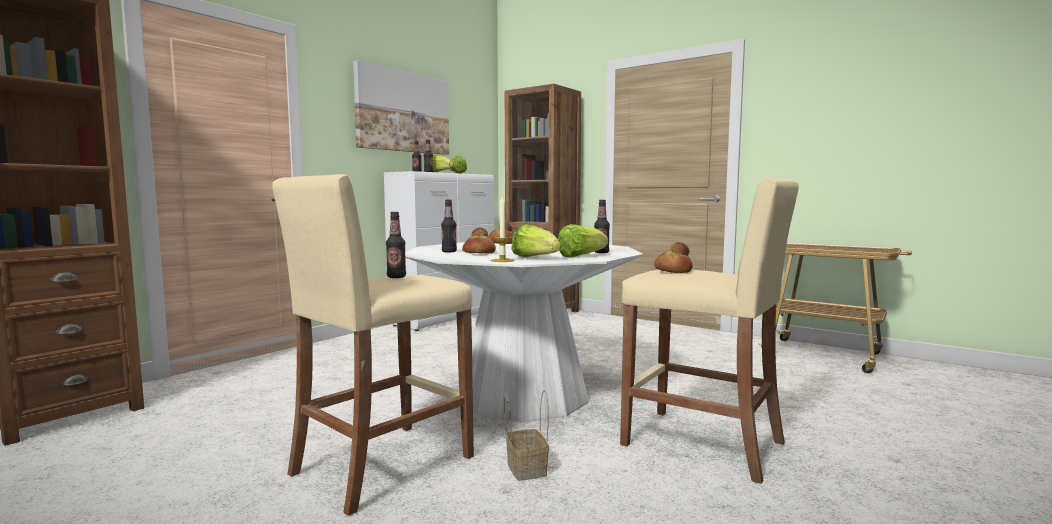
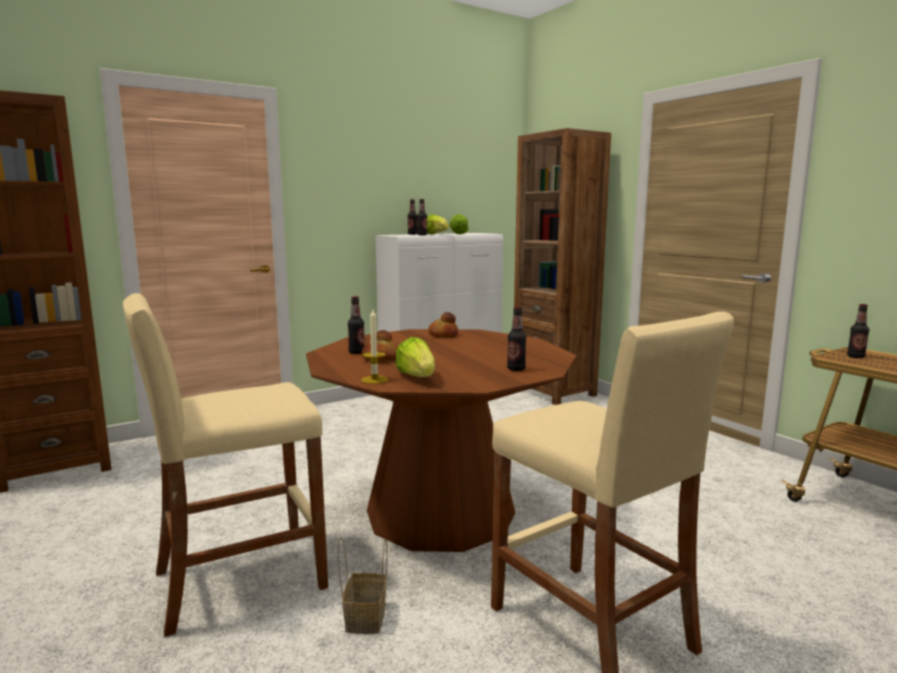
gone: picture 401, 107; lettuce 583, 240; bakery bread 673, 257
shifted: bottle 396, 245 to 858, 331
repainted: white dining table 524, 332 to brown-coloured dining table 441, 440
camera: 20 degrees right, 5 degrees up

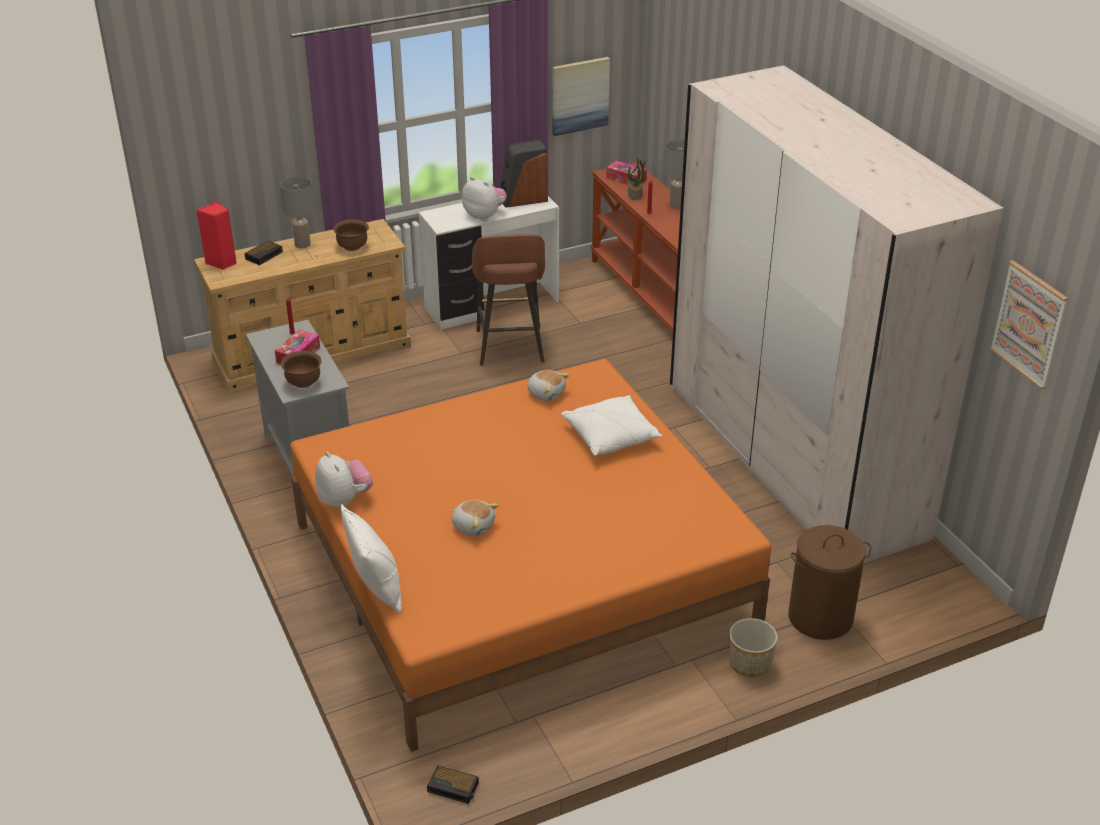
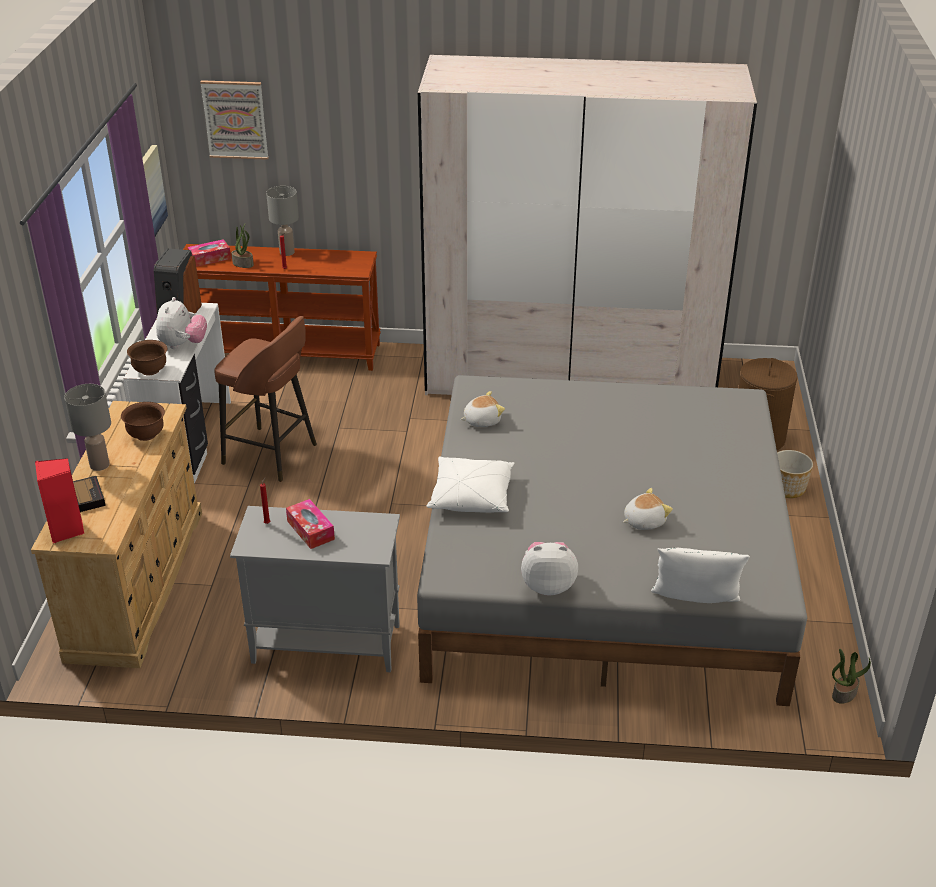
shifted: brown-coloured bowl 301, 369 to 147, 357; white cushion 612, 425 to 470, 484; picture 1028, 324 to 234, 120
swapped: table clock 453, 784 to houseplant 851, 676
repainted: orange-coloured bedroom bed 531, 555 to grey bedroom bed 612, 540
rotated: cuddly toy 484, 199 = 181, 323 120 degrees clockwise
camera: 60 degrees left, 0 degrees up

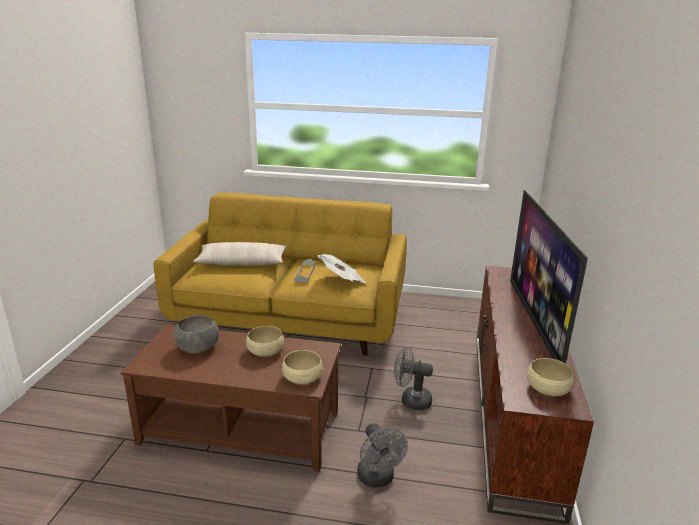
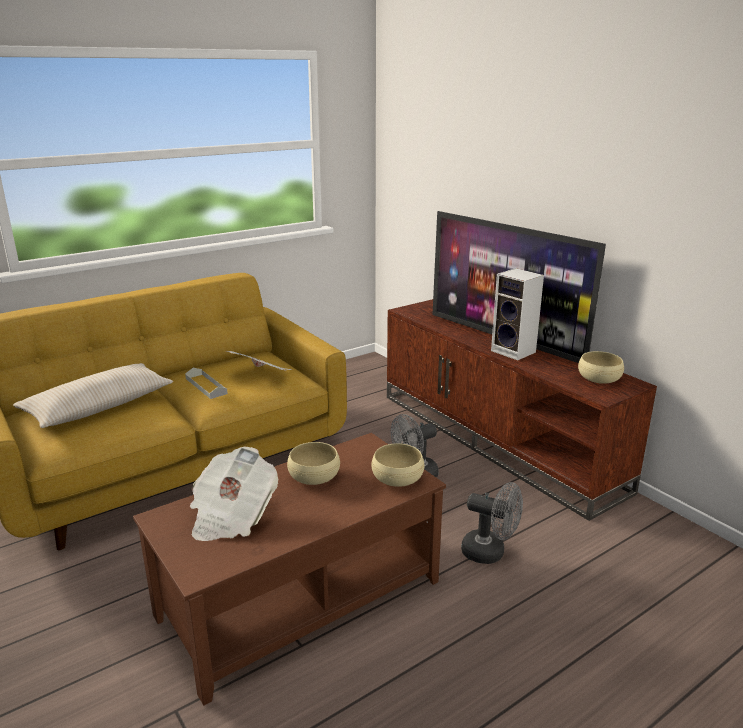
new: loudspeaker 517, 314
swapped: grey bowl 196, 334 to daily paper 234, 494
camera: 45 degrees left, 0 degrees up

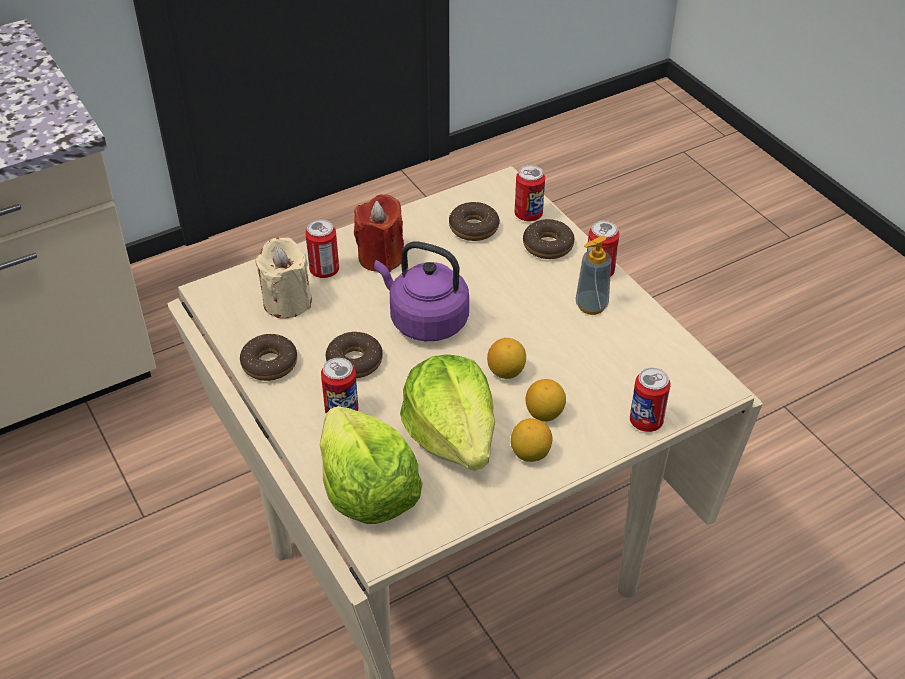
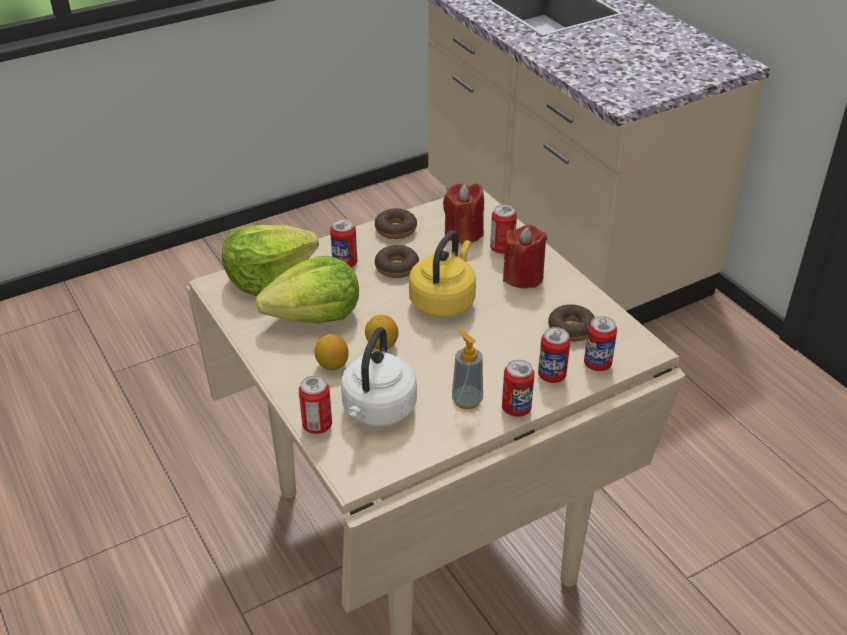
gone: lemon 531, 440
new: white water kettle 379, 377
swapped: donut 548, 239 to sealed can 554, 355
repainted: beige candle 283, 277 to red candle 463, 213; purplish water kettle 421, 291 to yellow-coloured water kettle 442, 274
camera: 90 degrees right, 5 degrees down

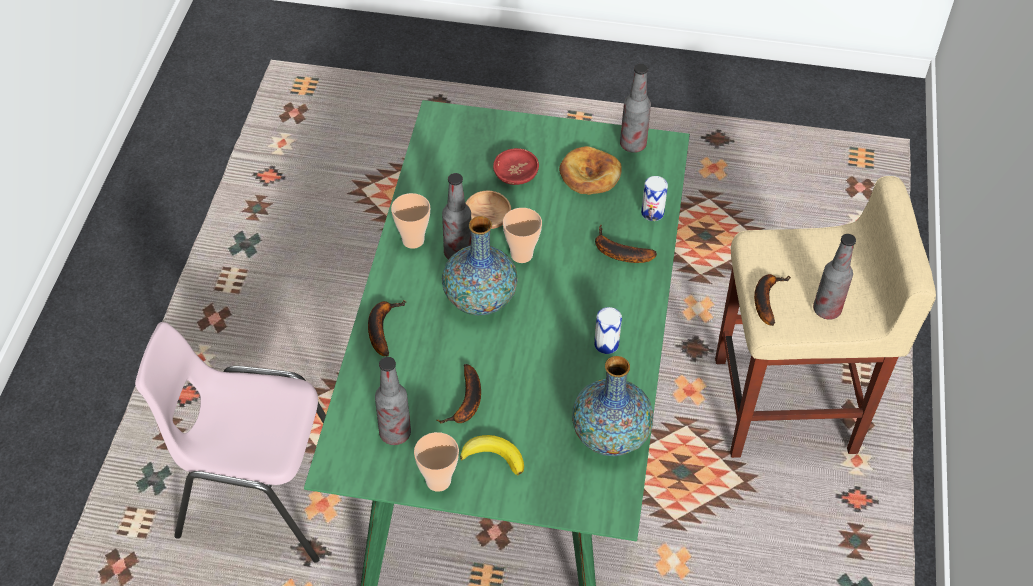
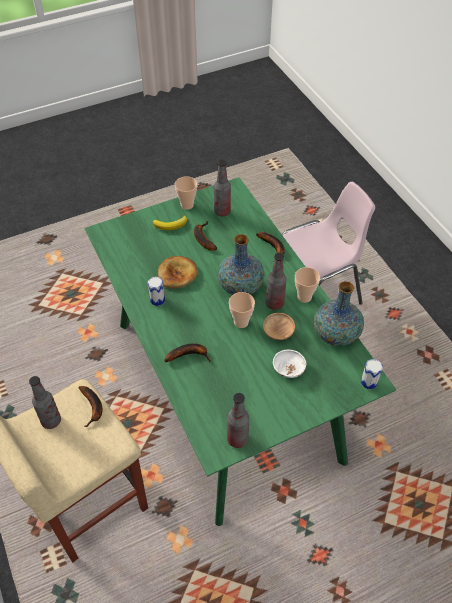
shifted: bakery bread 590, 170 to 177, 272; decorative vase 612, 406 to 339, 313; sealed can 654, 198 to 372, 374
repainted: red bowl 516, 166 to white bowl 289, 364
camera: 145 degrees right, 0 degrees up

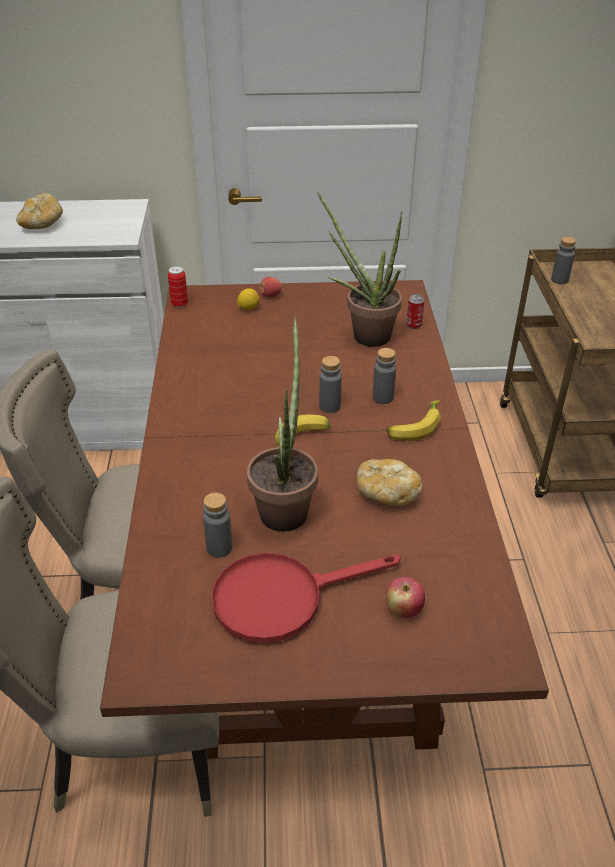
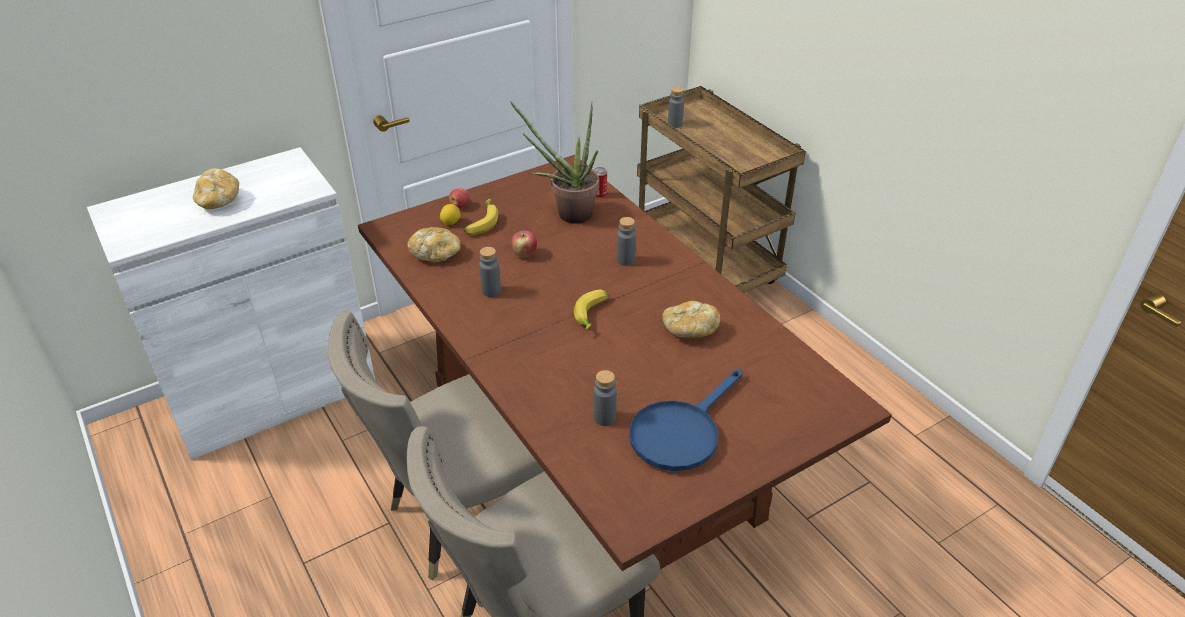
gone: sealed can 178, 287; houseplant 282, 424
new: bakery bread 434, 244
shifted: grey bottle 330, 384 to 490, 272; whole apple 405, 597 to 524, 244; whole banana 414, 420 to 480, 217
repainted: red frying pan 306, 598 to blue-coloured frying pan 686, 420
camera: 30 degrees left, 0 degrees up

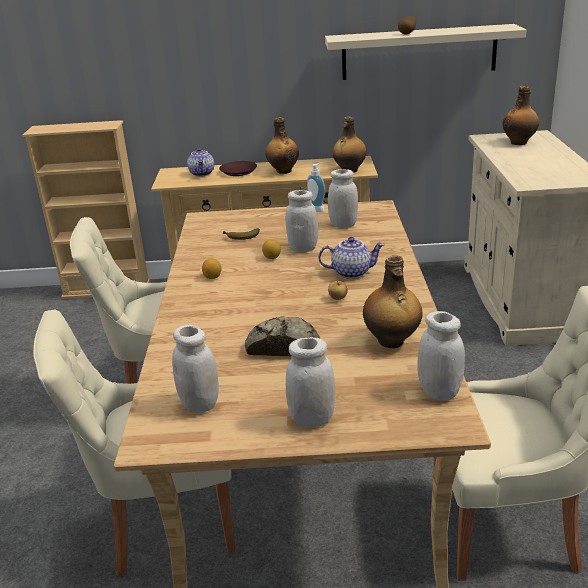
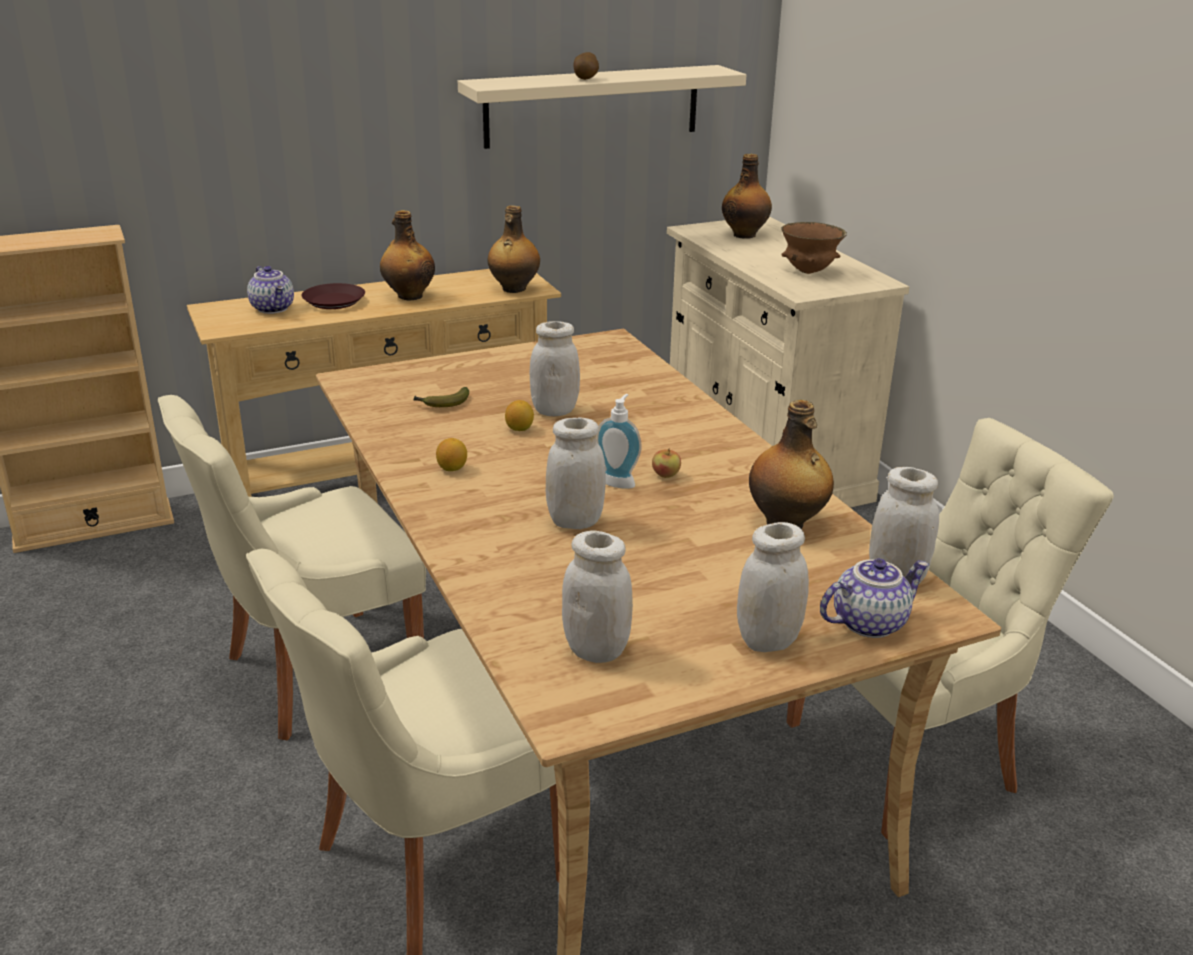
gone: bakery bread 282, 336
new: brown-coloured bowl 814, 248
shifted: soap dispenser 316, 187 to 619, 441; teapot 351, 258 to 874, 598; white storage jar 343, 198 to 576, 473
camera: 25 degrees left, 0 degrees up

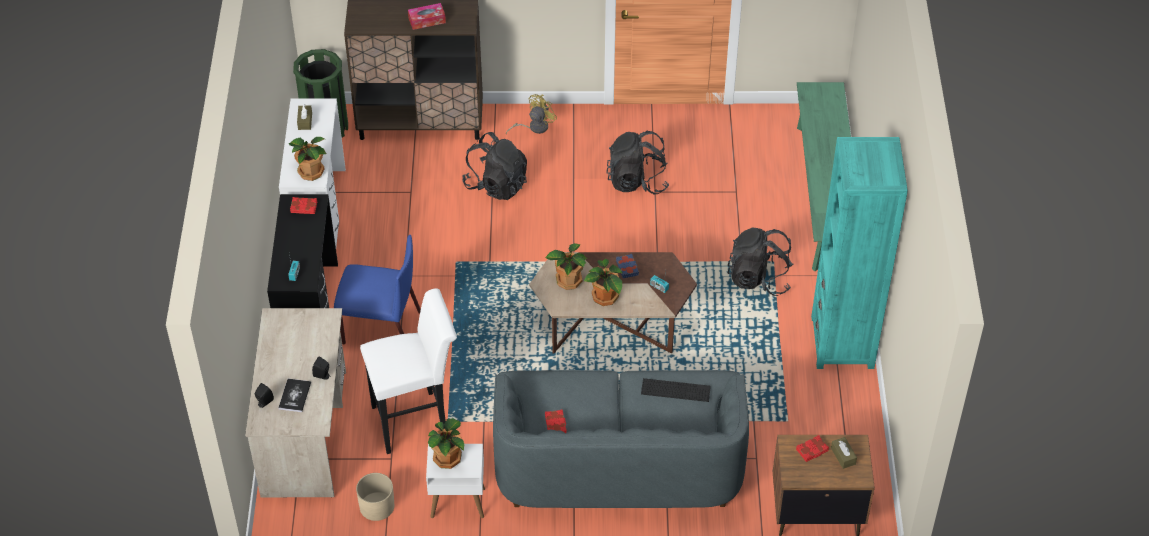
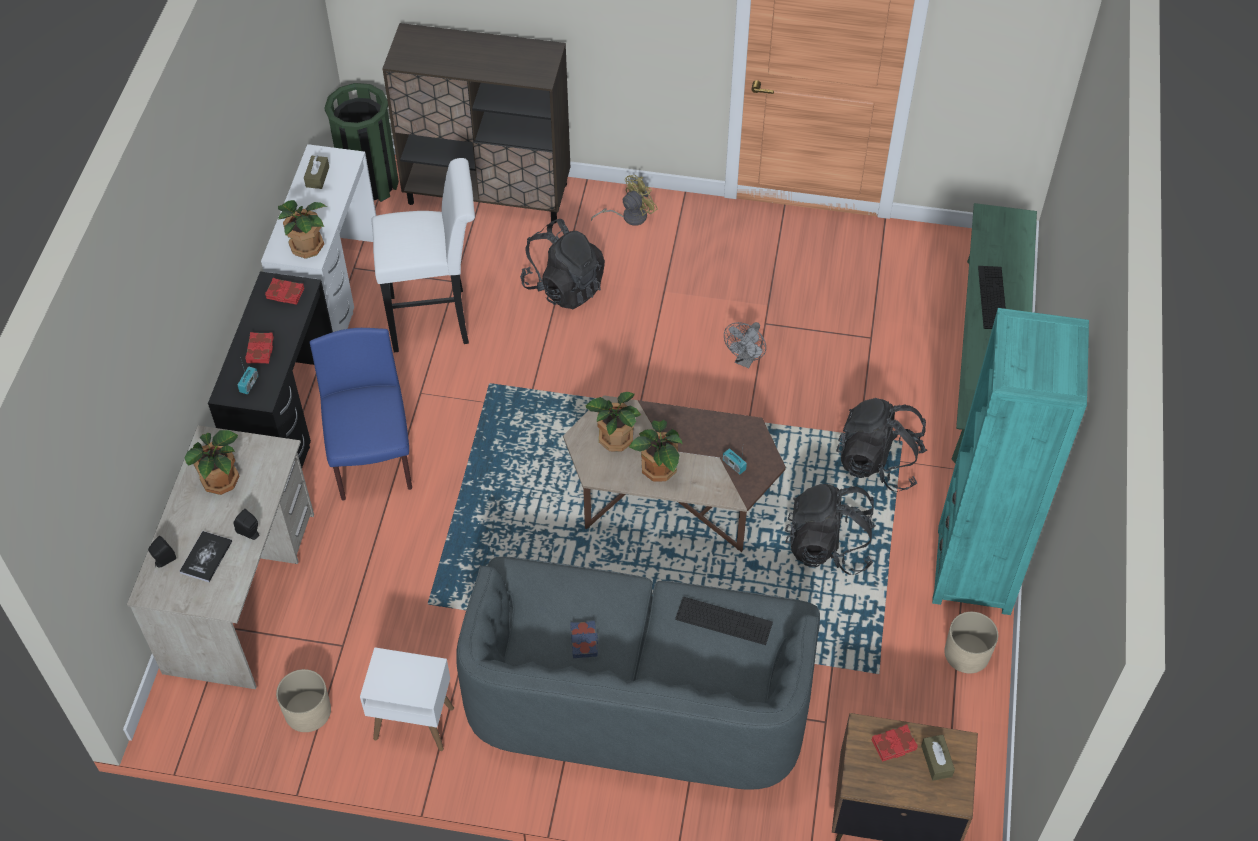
gone: box of tissues 427, 16
new: grey cooling fan 745, 345; beige flower pot 971, 642; PC keyboard 992, 297
shifted: white stool seat 408, 371 to 423, 255; houseplant 446, 443 to 212, 462; red book 556, 421 to 259, 347; blackish knapsack 637, 162 to 830, 529; blue-coloured book 627, 266 to 584, 639
rotated: blue-coloured plain chair 377, 289 = 361, 414 120 degrees counterclockwise
camera: 10 degrees right, 5 degrees up

